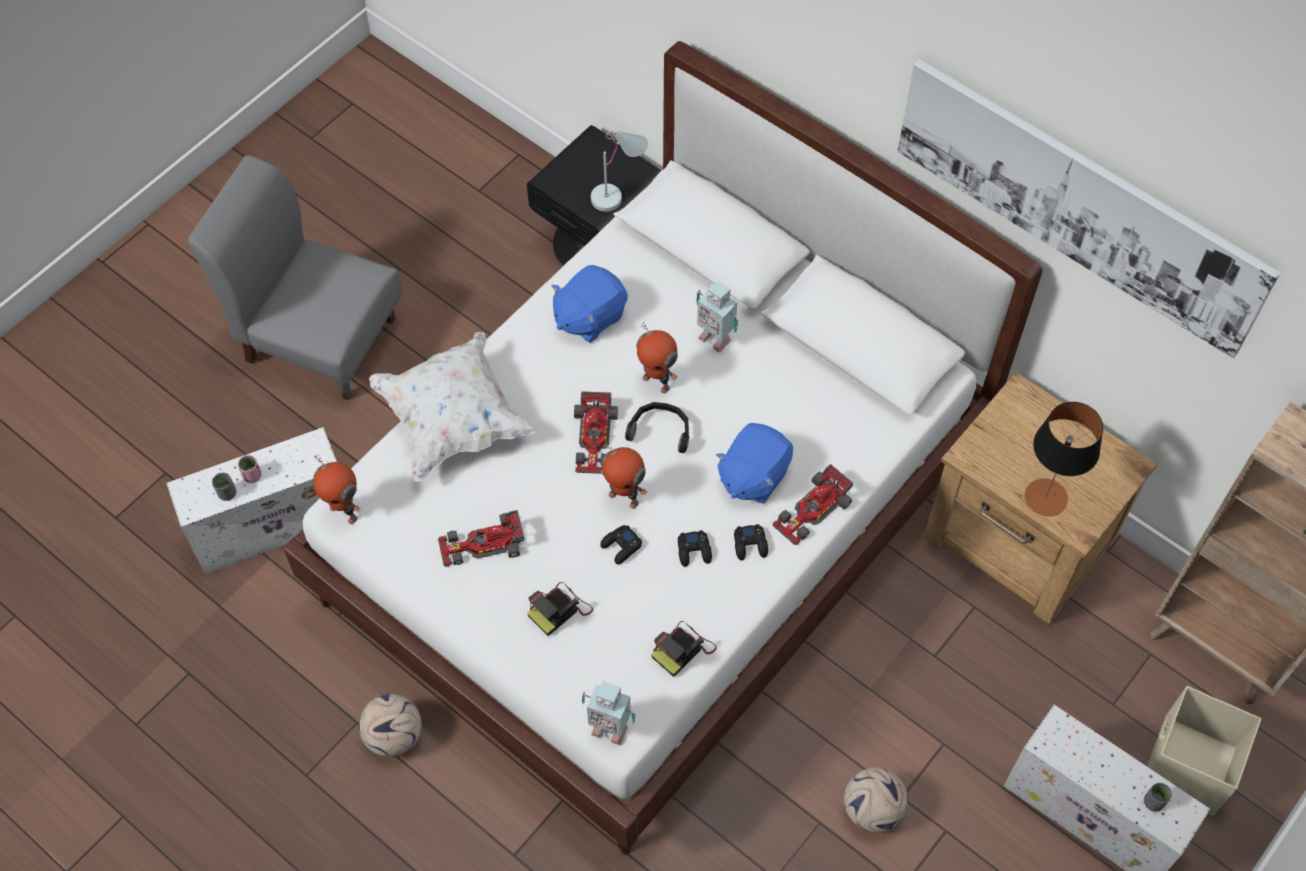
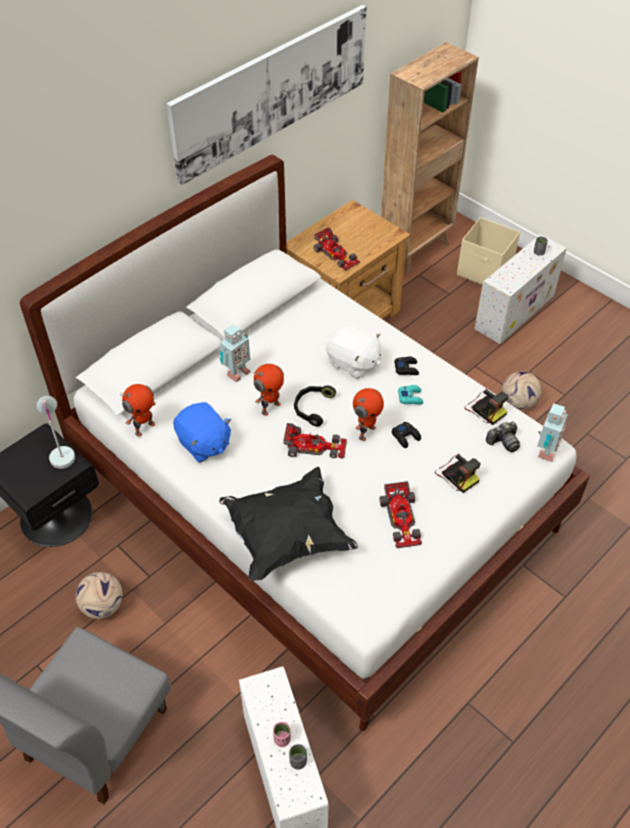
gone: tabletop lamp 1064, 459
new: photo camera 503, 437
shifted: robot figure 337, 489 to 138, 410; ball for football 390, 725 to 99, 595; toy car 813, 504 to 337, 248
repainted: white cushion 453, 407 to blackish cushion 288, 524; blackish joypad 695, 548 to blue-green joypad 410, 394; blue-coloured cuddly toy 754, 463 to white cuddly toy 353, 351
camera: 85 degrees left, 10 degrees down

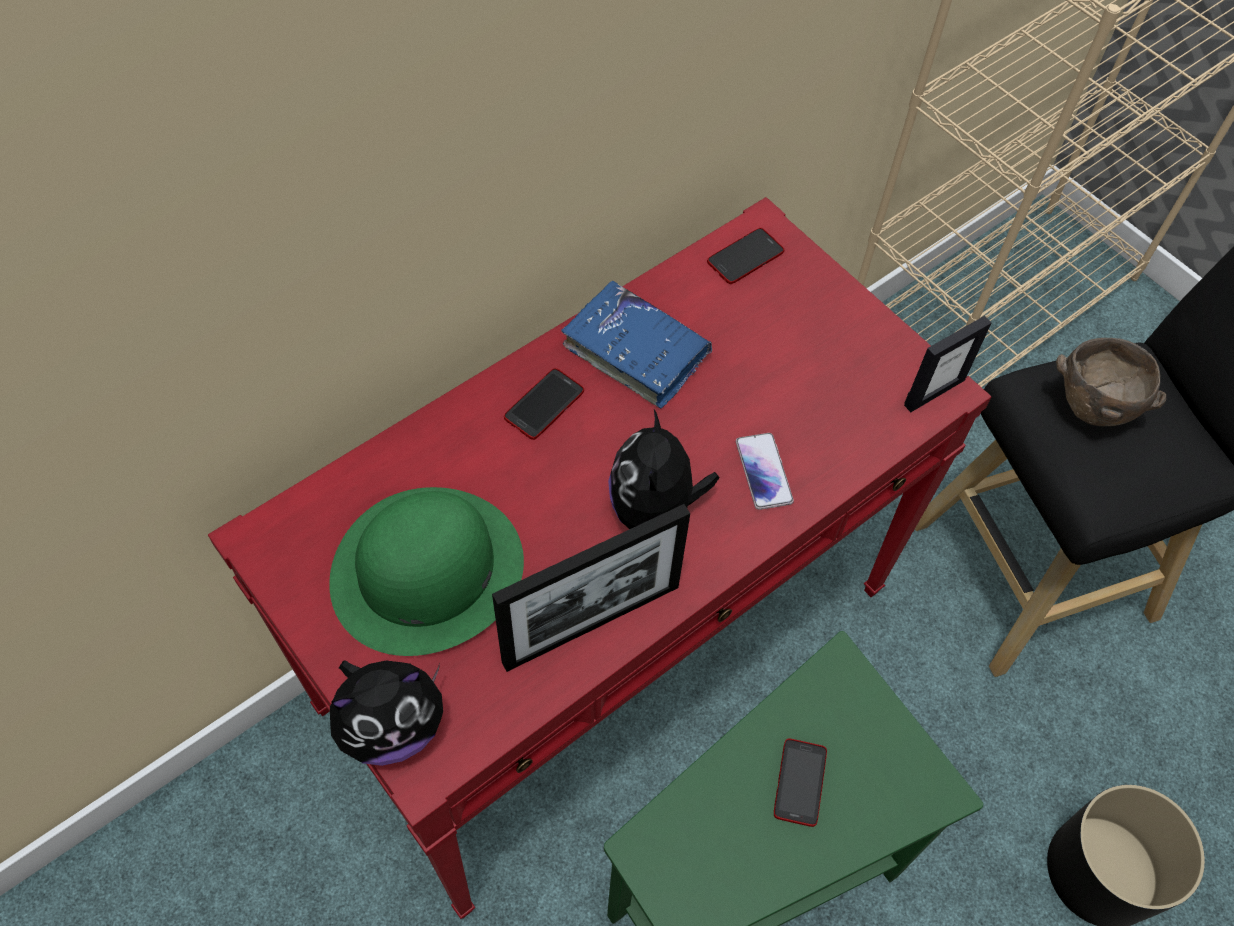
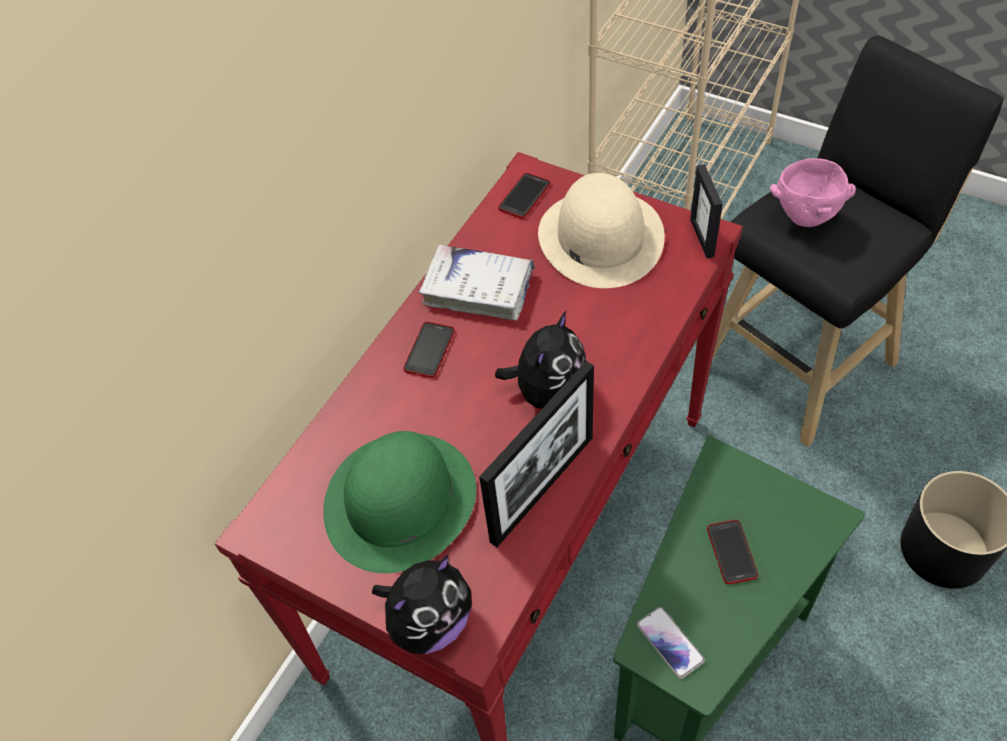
new: beige clothing hat 601, 230
shifted: phone 765, 471 to 671, 643
repainted: blue-coloured book 637, 344 to white book 476, 283; brown-coloured bowl 1111, 382 to pink-coloured bowl 813, 192
rotated: cuddly toy 663, 469 = 540, 359 135 degrees counterclockwise; picture frame 947, 364 = 706, 211 135 degrees clockwise
camera: 15 degrees left, 5 degrees down

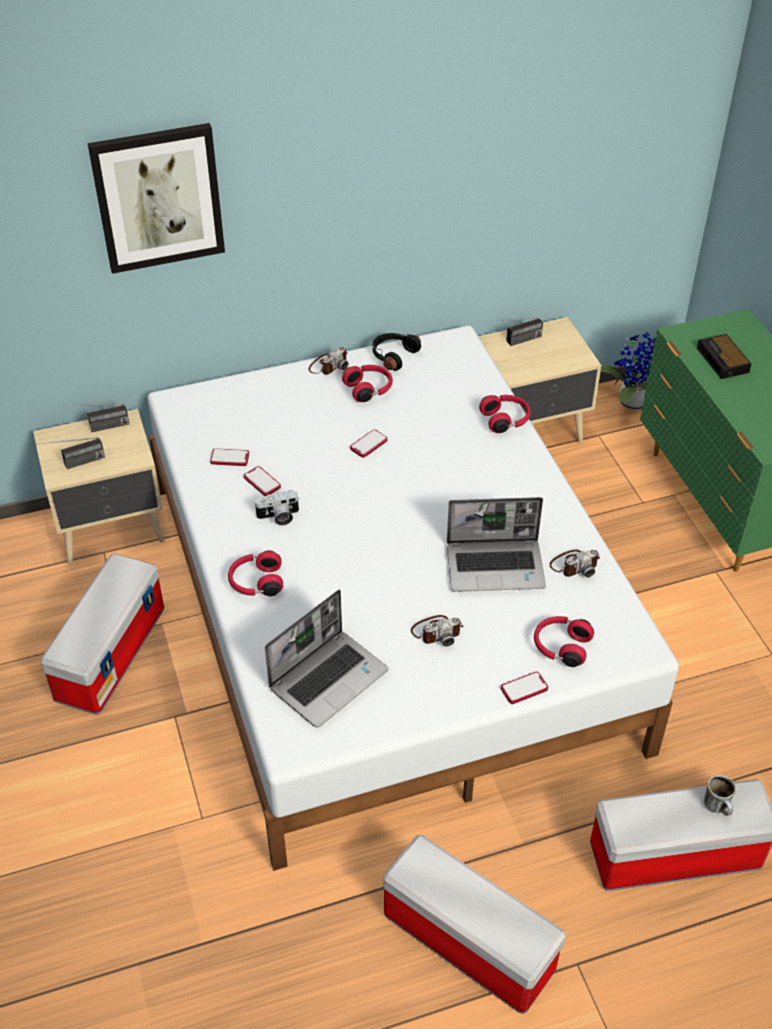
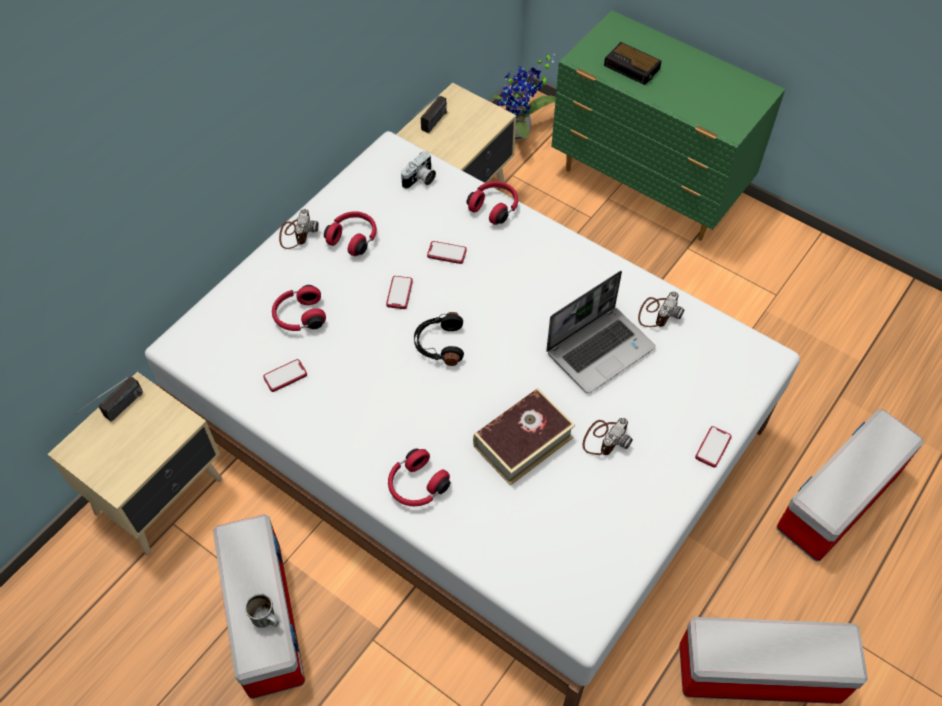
gone: radio 73, 453; picture 156, 198; portable computer 327, 658
new: book 524, 437
shifted: phone 262, 481 to 447, 252; photo camera 277, 507 to 418, 170; blackish headset 396, 352 to 439, 339; red headset 564, 641 to 299, 308; coffee mug 720, 795 to 262, 611
camera: 35 degrees left, 10 degrees up

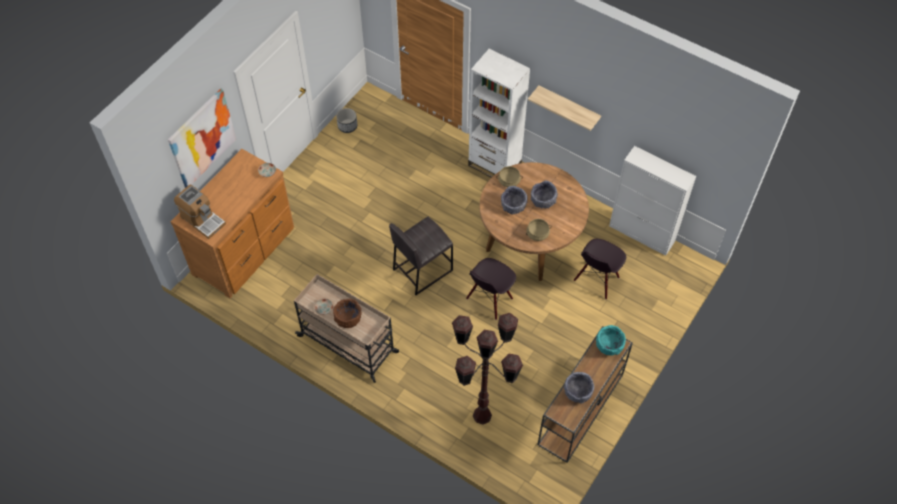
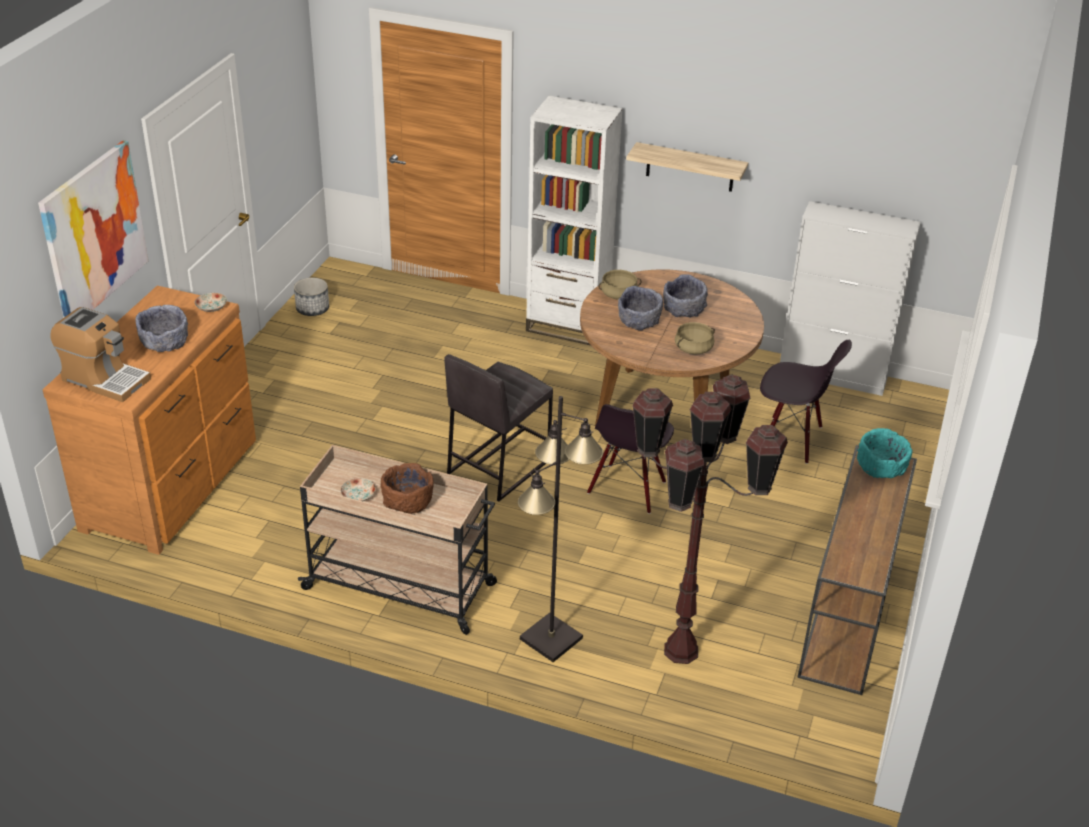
new: blackish standing lamp 560, 529
shifted: grey bowl 579, 388 to 161, 328
rotated: blackish plain chair 600, 269 = 806, 402 90 degrees counterclockwise
camera: 15 degrees left, 20 degrees down

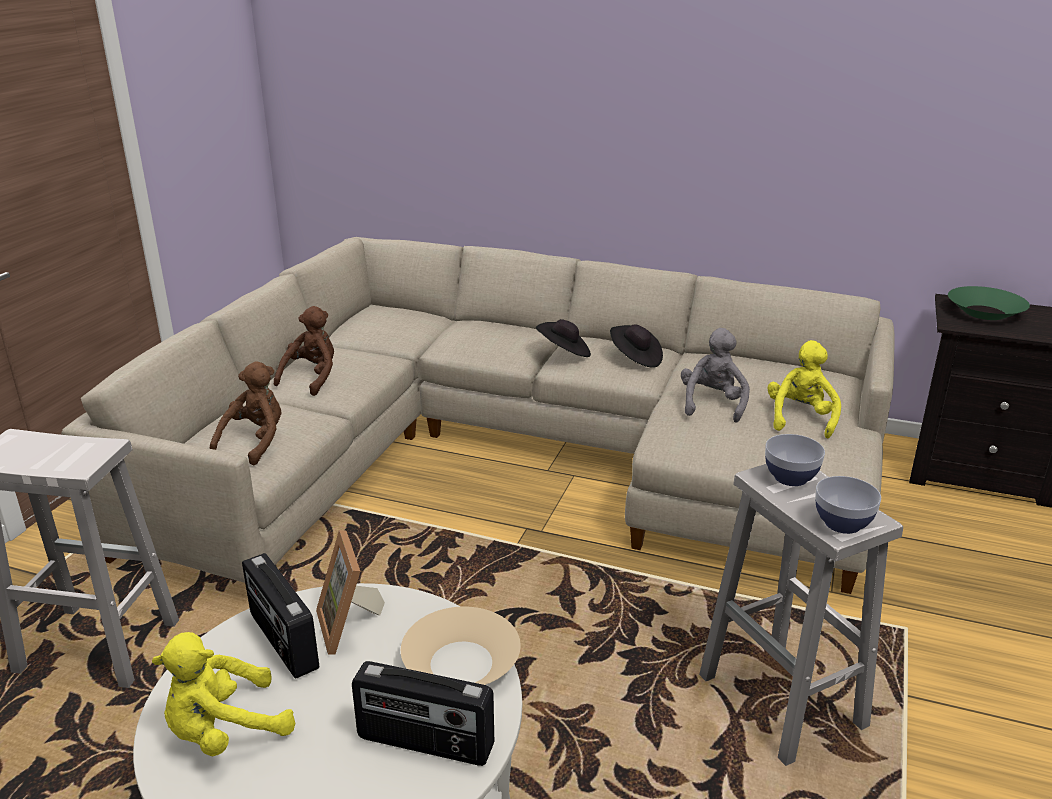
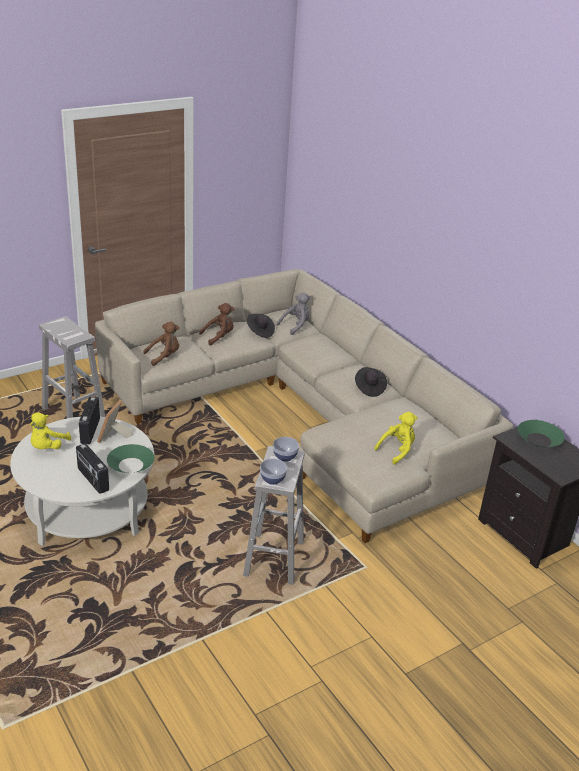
shifted: blackish clothing hat 563, 338 to 261, 326; grey cuddly toy 715, 375 to 294, 314
repainted: beige bowl 461, 646 to green bowl 130, 458
rotated: yellow-coloured cuddly toy 223, 694 = 50, 430 75 degrees counterclockwise
camera: 35 degrees right, 5 degrees up

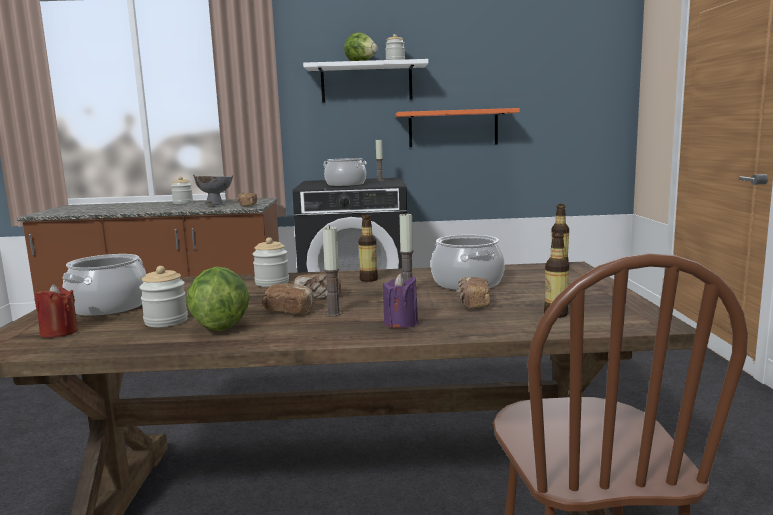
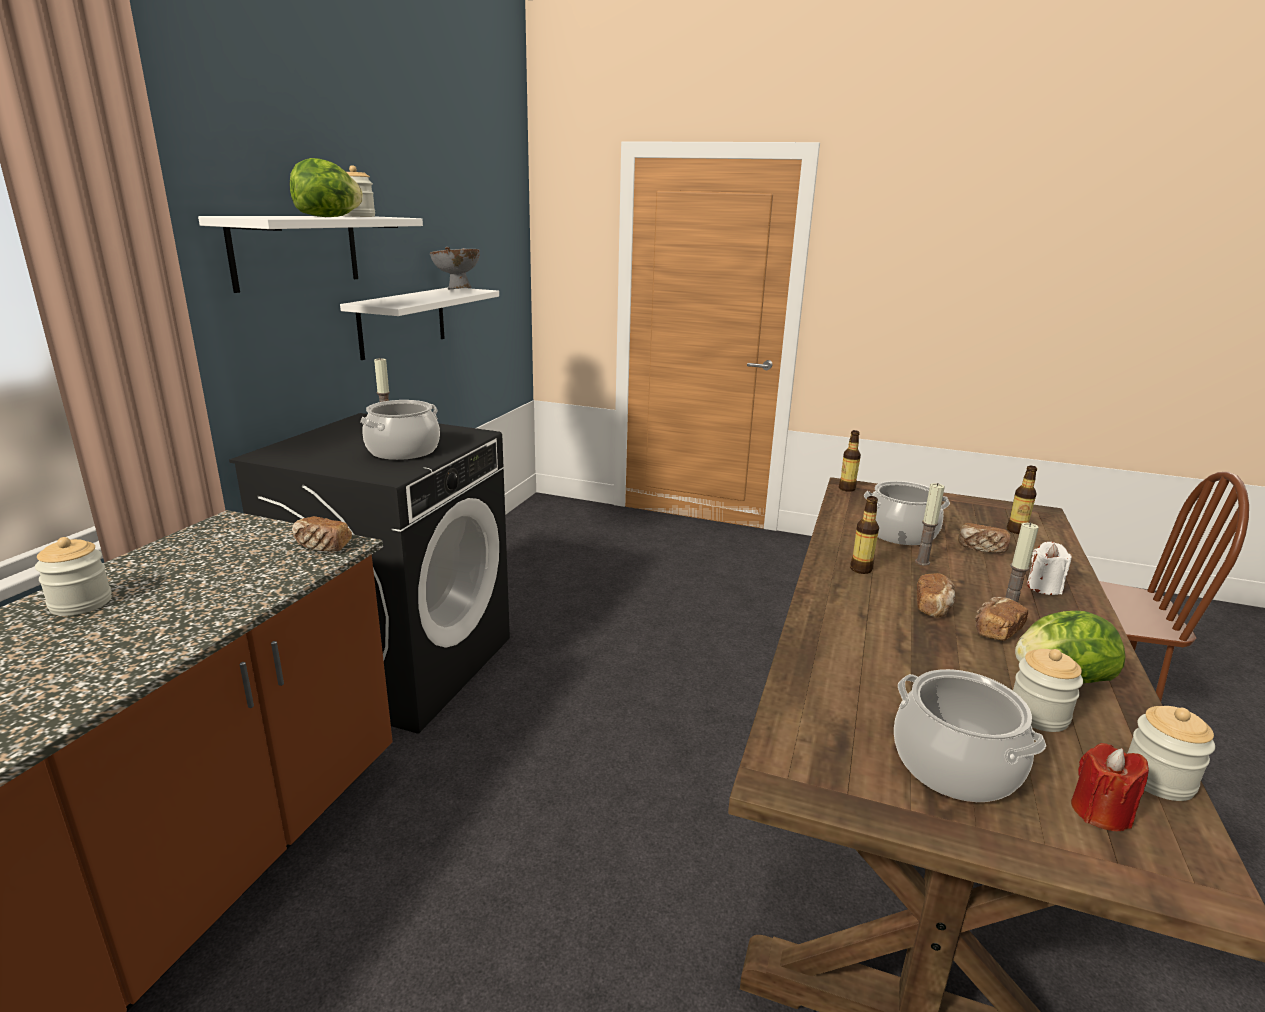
shifted: grey bowl 213, 189 to 455, 268; storage jar 271, 262 to 1171, 753
repainted: purplish candle 400, 300 to white candle 1049, 568; orange-coloured wall shelf 458, 127 to white wall shelf 419, 324
camera: 70 degrees left, 10 degrees up

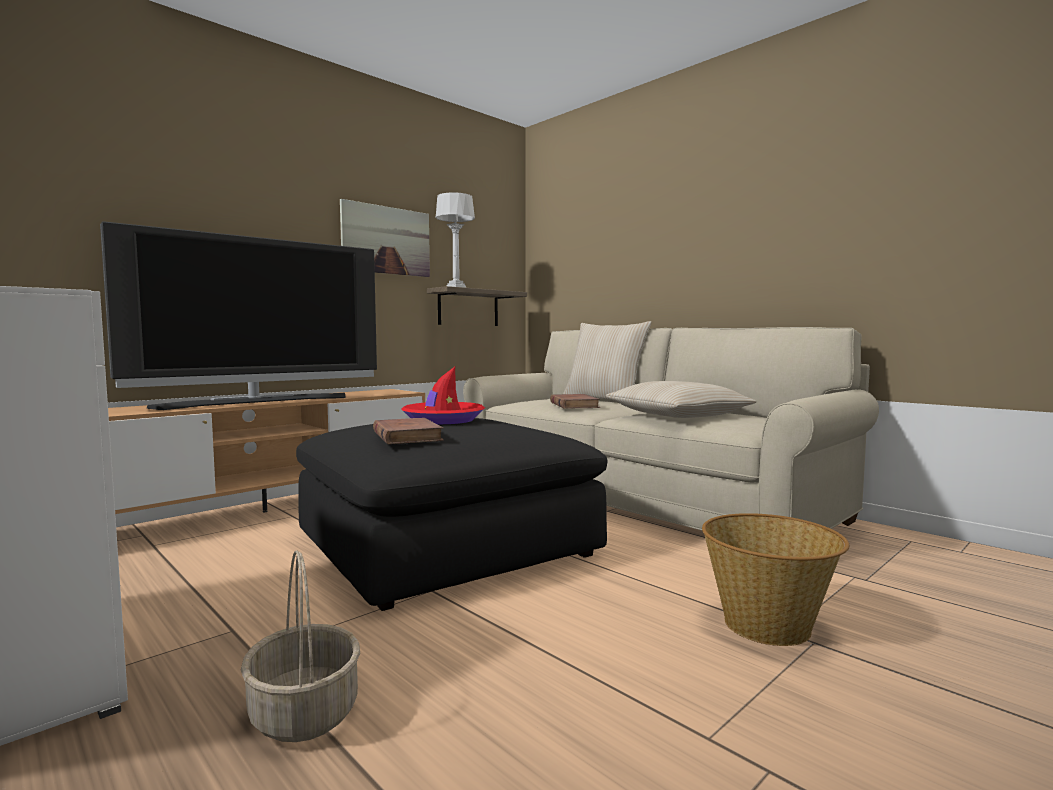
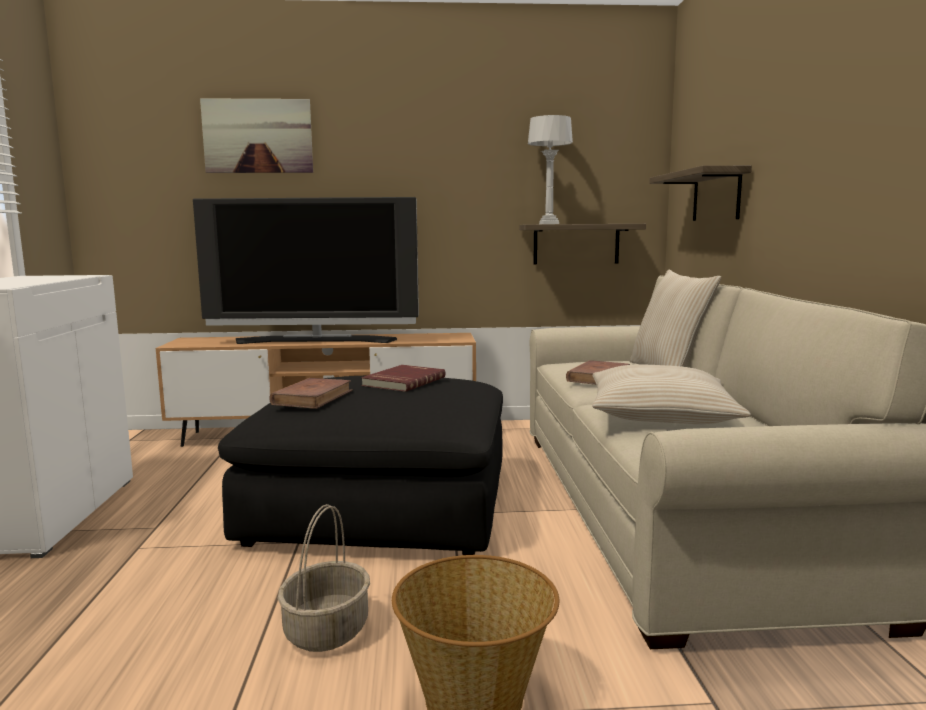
new: wall shelf 701, 193
shifted: household basket 300, 646 to 324, 578; picture 385, 238 to 256, 135
swapped: red clothing hat 443, 395 to red book 403, 378
camera: 40 degrees right, 5 degrees up

